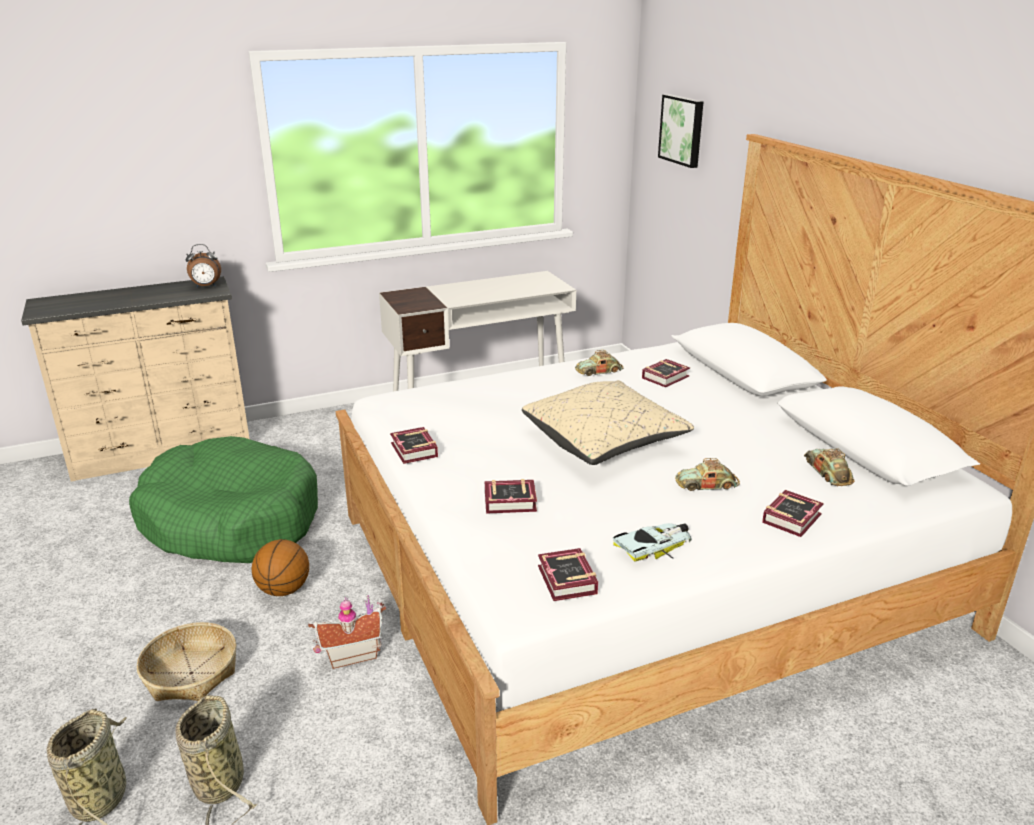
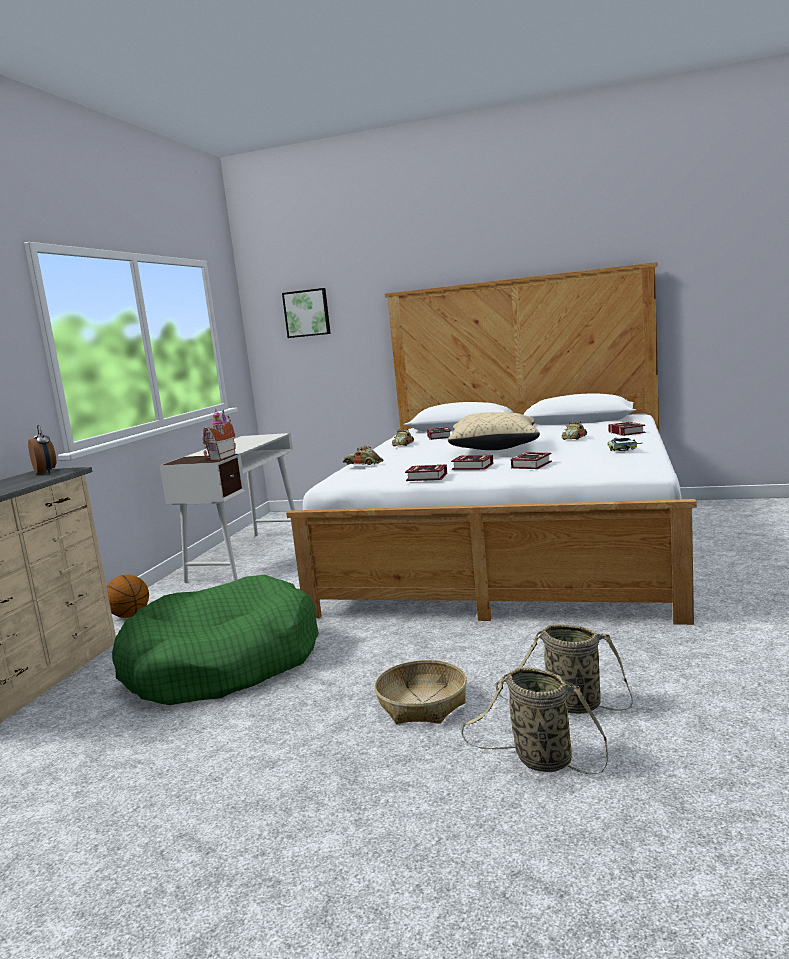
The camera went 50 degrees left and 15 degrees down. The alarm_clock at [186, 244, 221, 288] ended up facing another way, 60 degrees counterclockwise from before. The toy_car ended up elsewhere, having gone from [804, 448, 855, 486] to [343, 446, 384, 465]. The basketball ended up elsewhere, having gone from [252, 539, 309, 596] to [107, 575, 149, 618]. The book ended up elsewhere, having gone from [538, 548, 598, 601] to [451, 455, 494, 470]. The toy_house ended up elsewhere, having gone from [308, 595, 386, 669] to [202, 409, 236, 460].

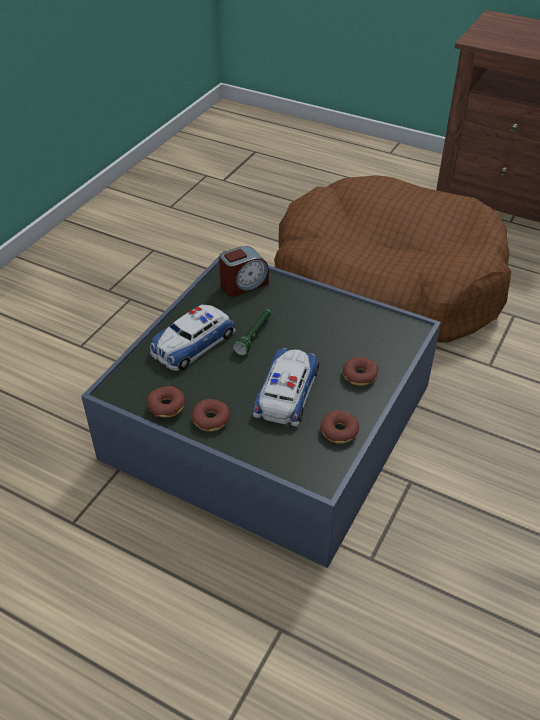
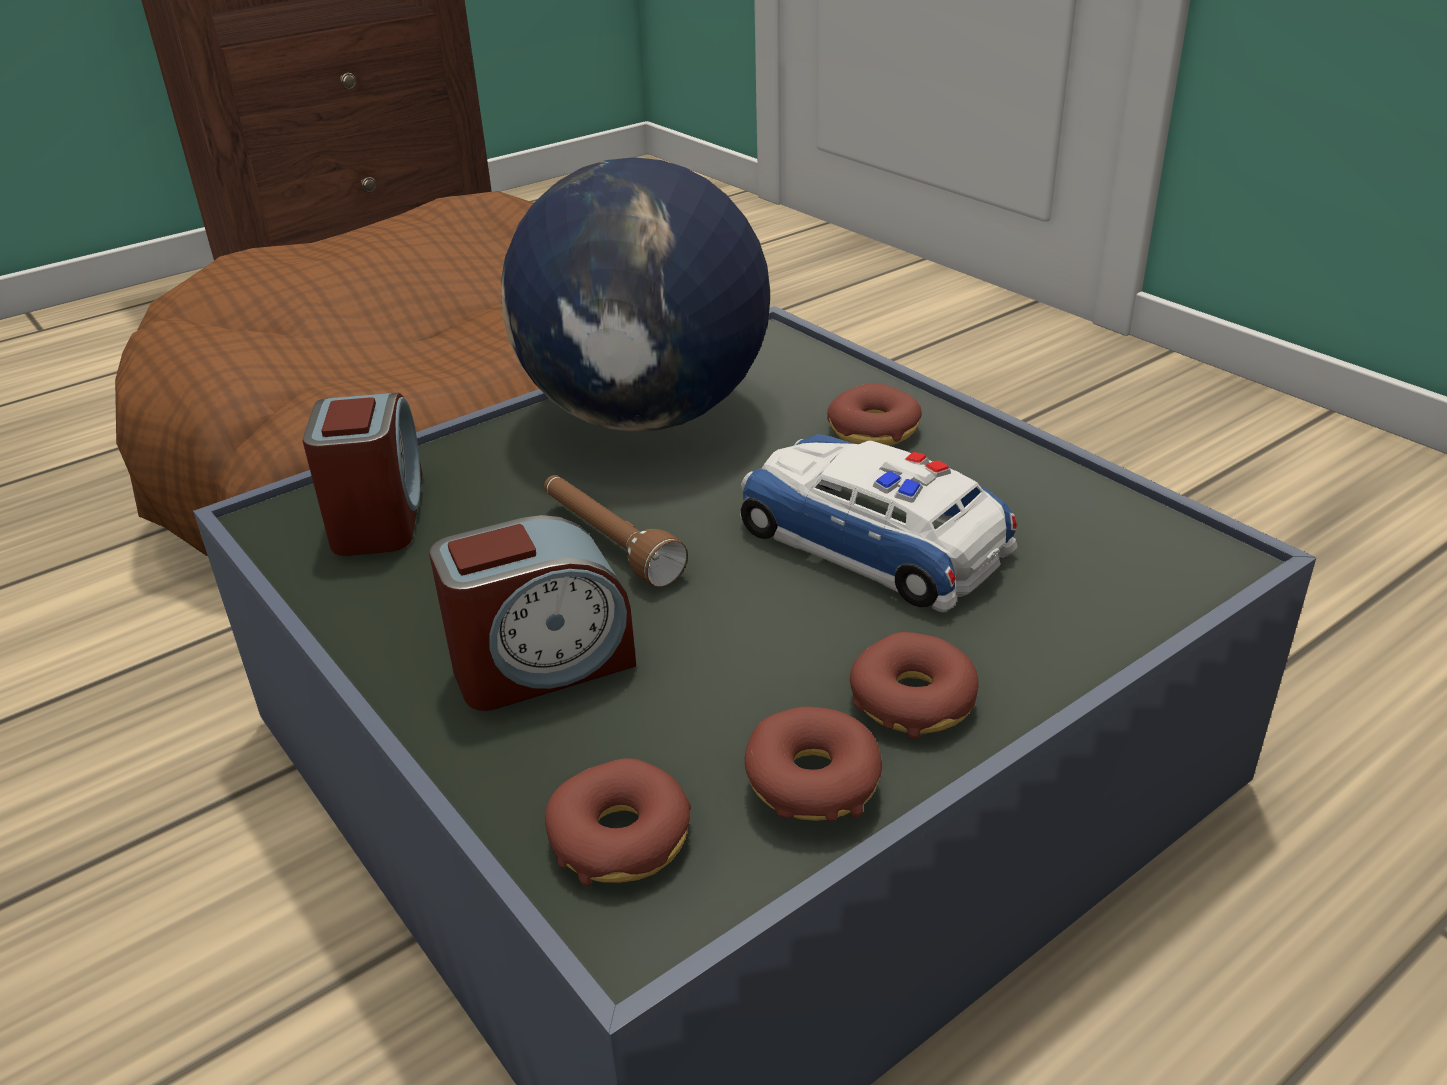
The camera went 65 degrees left and 10 degrees down. Where the toy_car stood at [150, 304, 236, 371], the alarm_clock came to stand at [429, 515, 636, 711]. What was the green_flashlight at [233, 309, 272, 356] turned into the brown_flashlight at [544, 475, 688, 587]. The donut ended up elsewhere, having gone from [320, 410, 359, 444] to [545, 758, 691, 886]. The second view gained the globe at [501, 158, 770, 432].

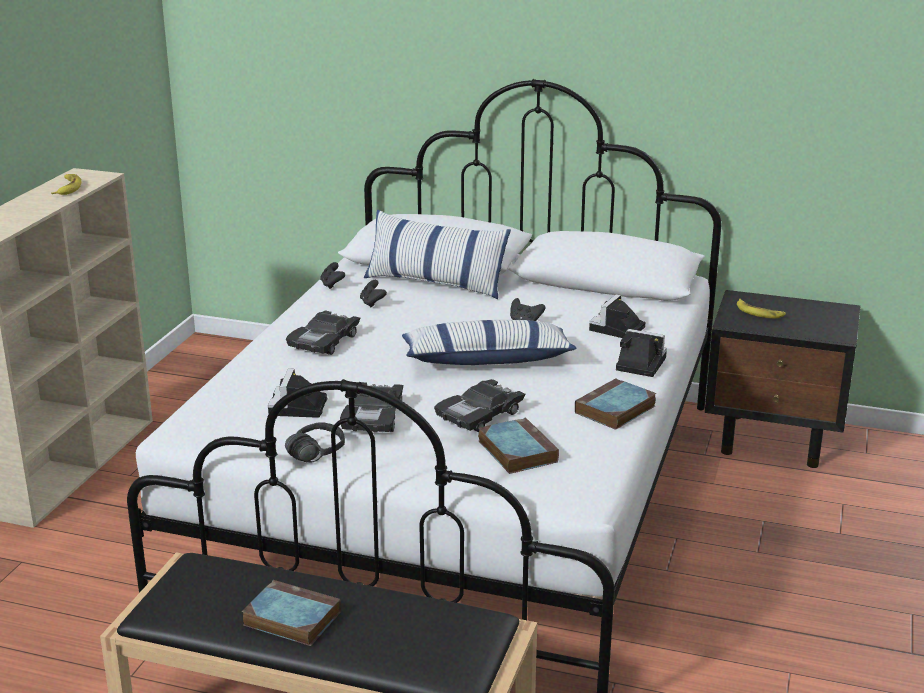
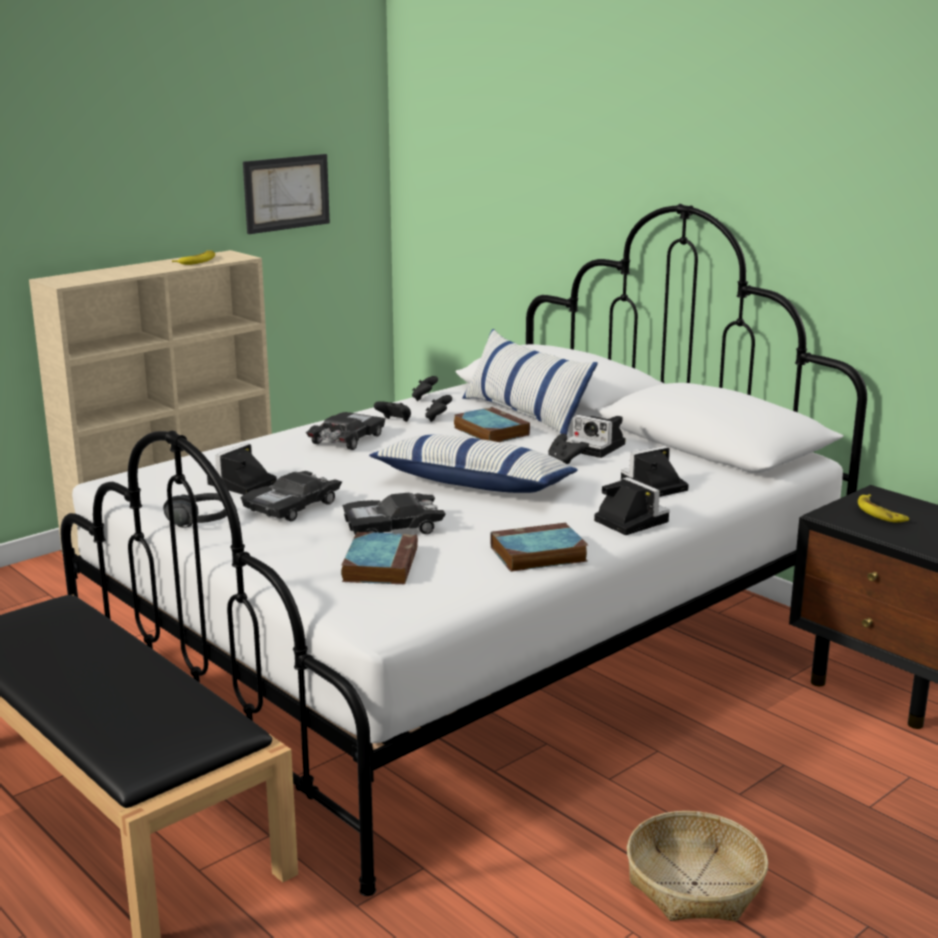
The camera went 30 degrees right and 5 degrees down. The black_toy_car at [286, 310, 360, 355] ended up facing another way, 150 degrees clockwise from before. The book ended up elsewhere, having gone from [242, 580, 341, 646] to [454, 407, 530, 442]. The second view gained the picture at [243, 154, 330, 234]. The second view gained the black_game_controller at [374, 401, 411, 422]. The second view gained the photo_camera at [566, 415, 626, 458]. The second view gained the basket at [627, 811, 768, 921].

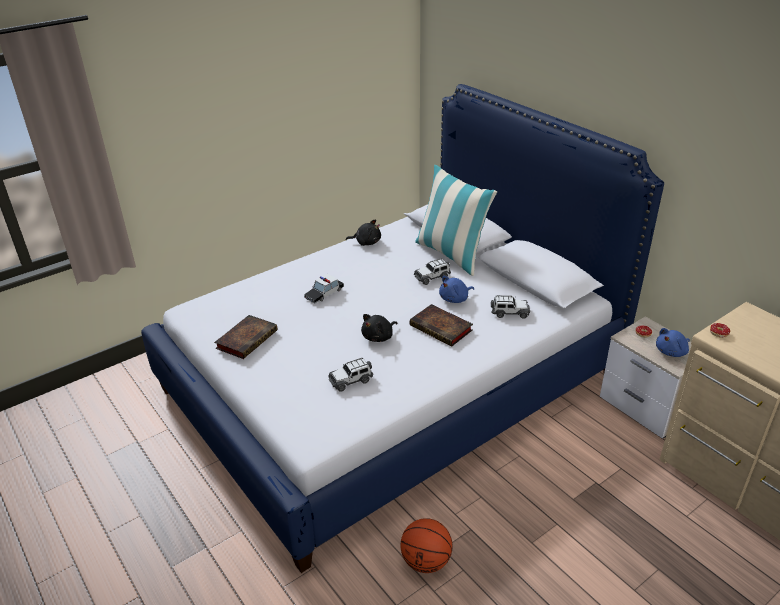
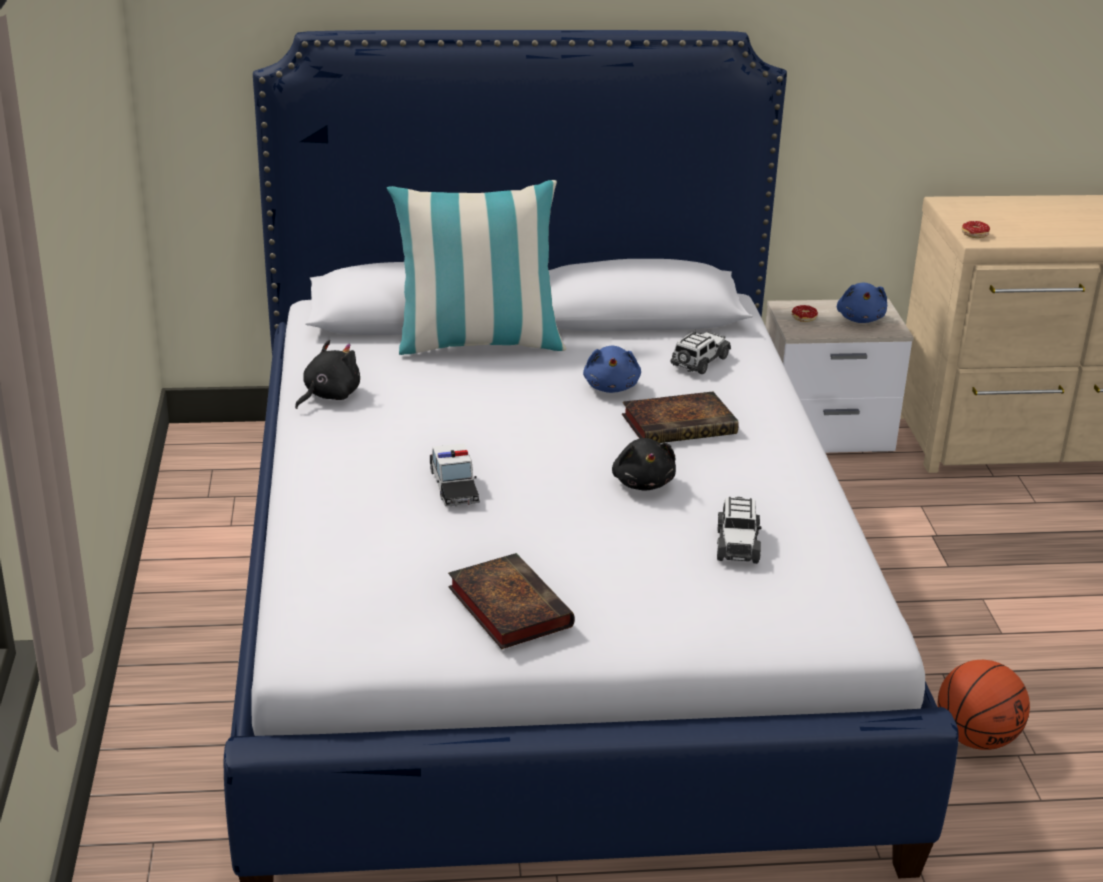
The camera went 60 degrees left and 5 degrees down. The second view lost the toy_car at [414, 258, 451, 285].

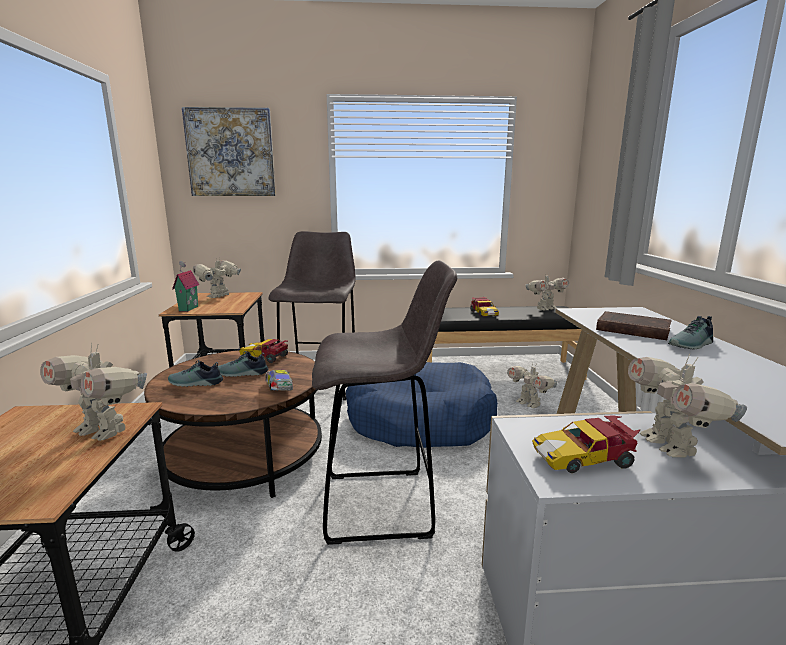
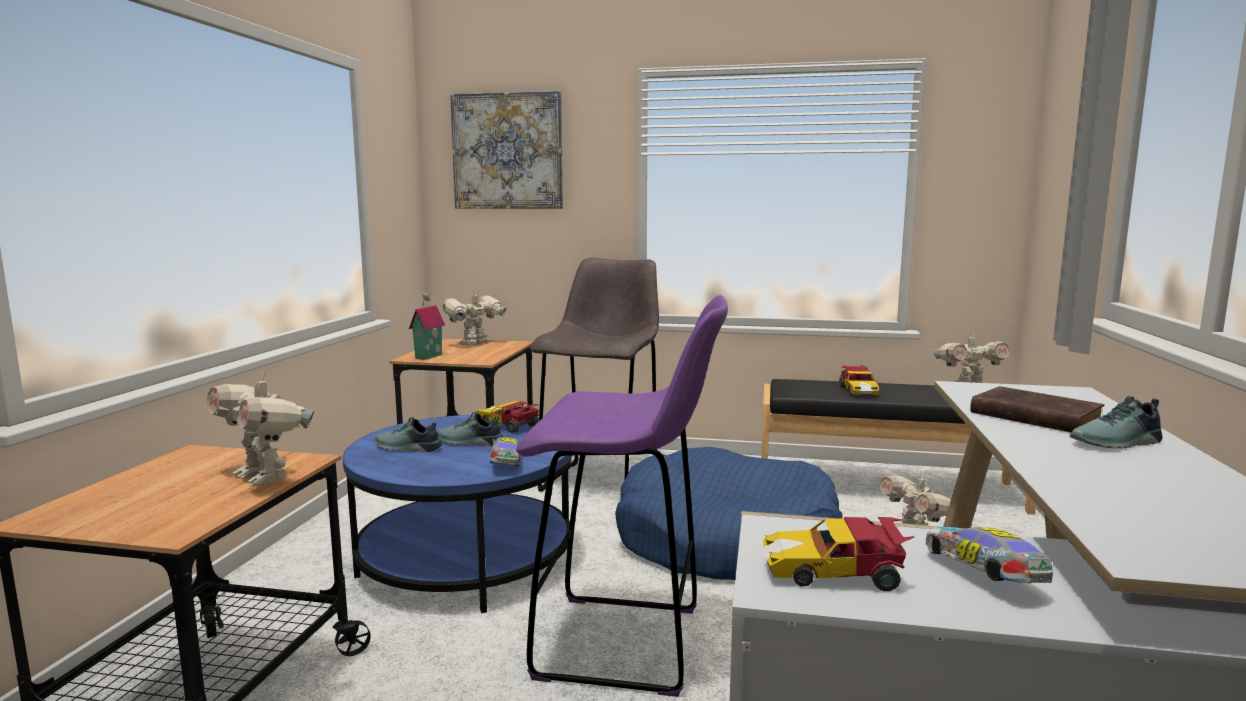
The camera went 15 degrees right and 5 degrees down. What was the grey_stool at [312, 260, 457, 545] turned into the purple_stool at [516, 295, 728, 697]. What was the brown_coffee_table at [144, 350, 322, 498] turned into the blue_coffee_table at [343, 415, 573, 613]. Where the toy_robot stood at [628, 353, 747, 458], the toy_car came to stand at [926, 527, 1053, 583].

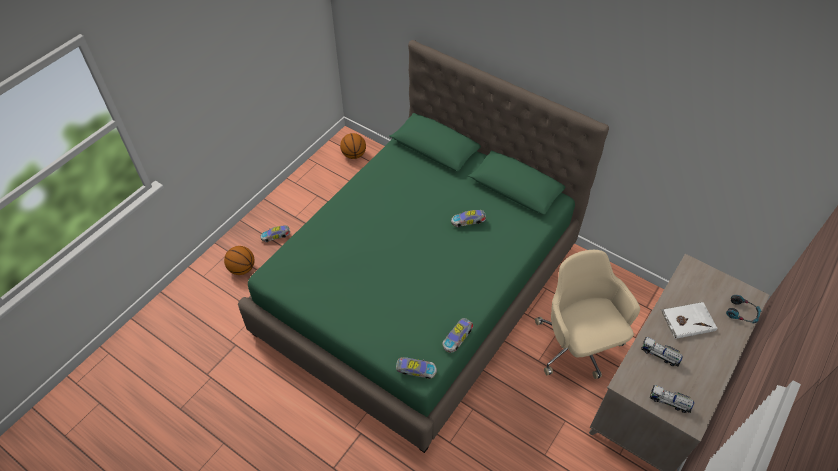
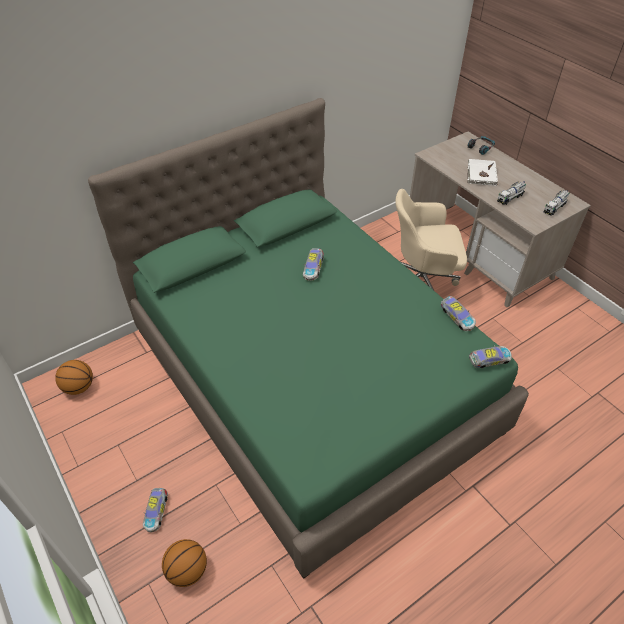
The camera went 70 degrees left and 5 degrees down. The toy_car at [396, 357, 437, 379] ended up facing another way, 45 degrees clockwise from before.

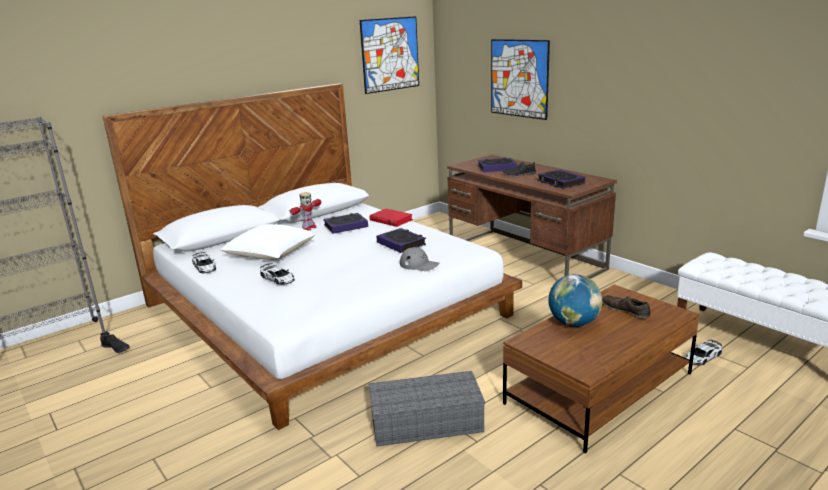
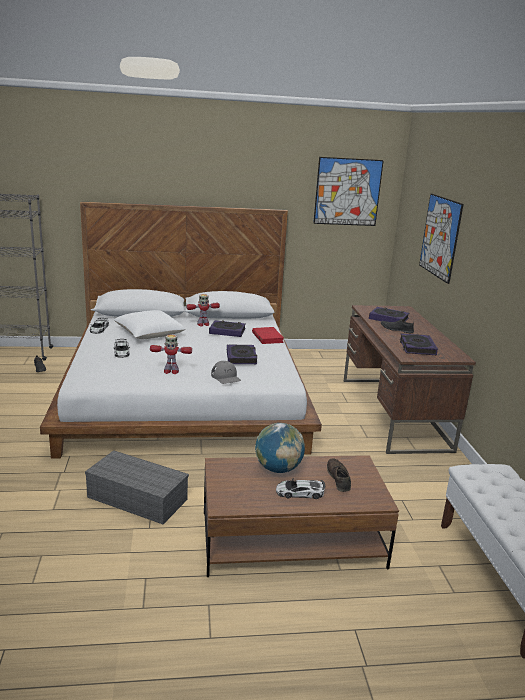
The camera went 30 degrees right and 0 degrees up. The toy_car ended up elsewhere, having gone from [685, 340, 722, 366] to [276, 478, 325, 499]. The second view gained the toy_robot at [150, 335, 192, 374].

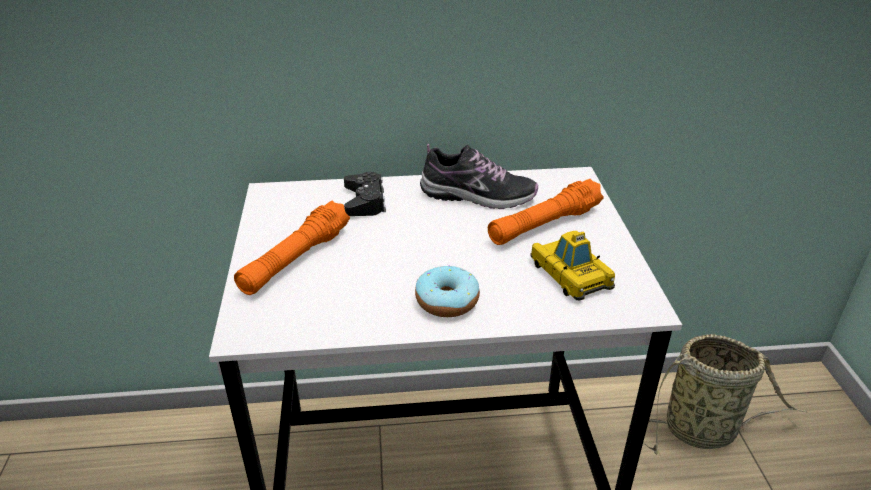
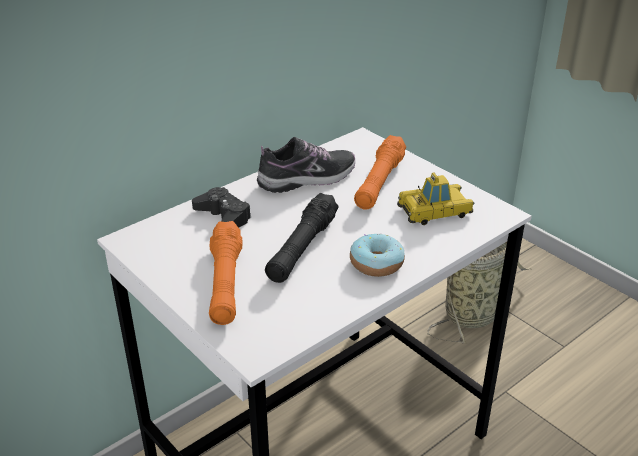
The camera went 35 degrees left and 0 degrees up. The toy_car at [530, 231, 615, 301] ended up facing another way, 135 degrees clockwise from before. The second view gained the black_flashlight at [265, 193, 339, 283].

